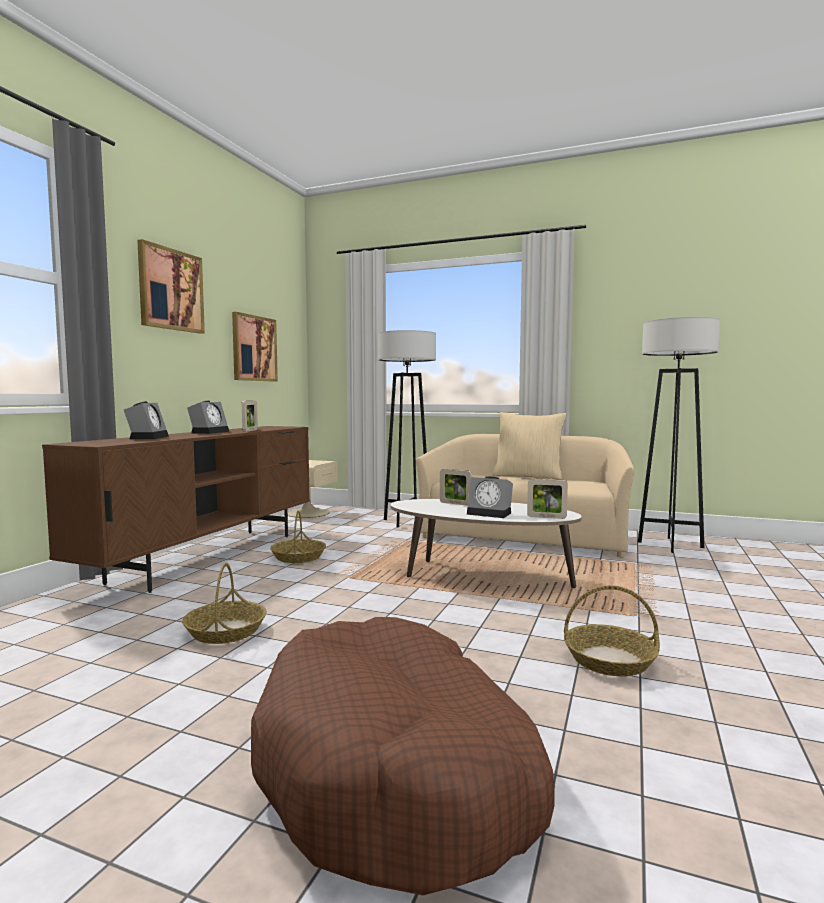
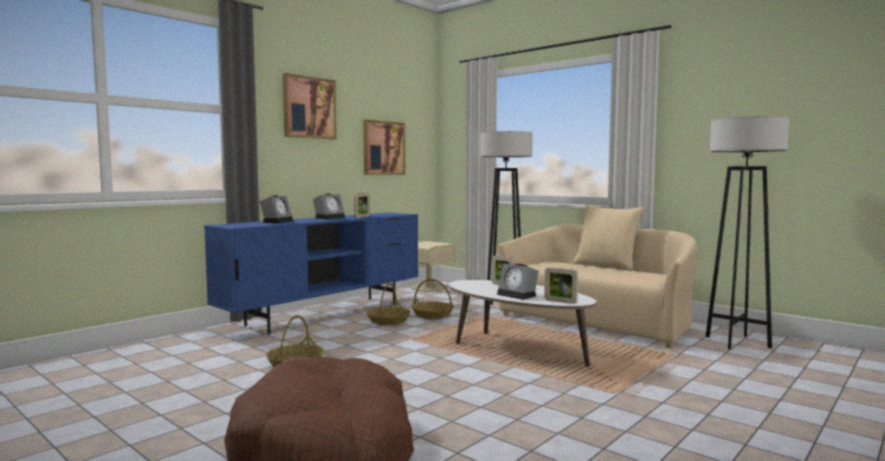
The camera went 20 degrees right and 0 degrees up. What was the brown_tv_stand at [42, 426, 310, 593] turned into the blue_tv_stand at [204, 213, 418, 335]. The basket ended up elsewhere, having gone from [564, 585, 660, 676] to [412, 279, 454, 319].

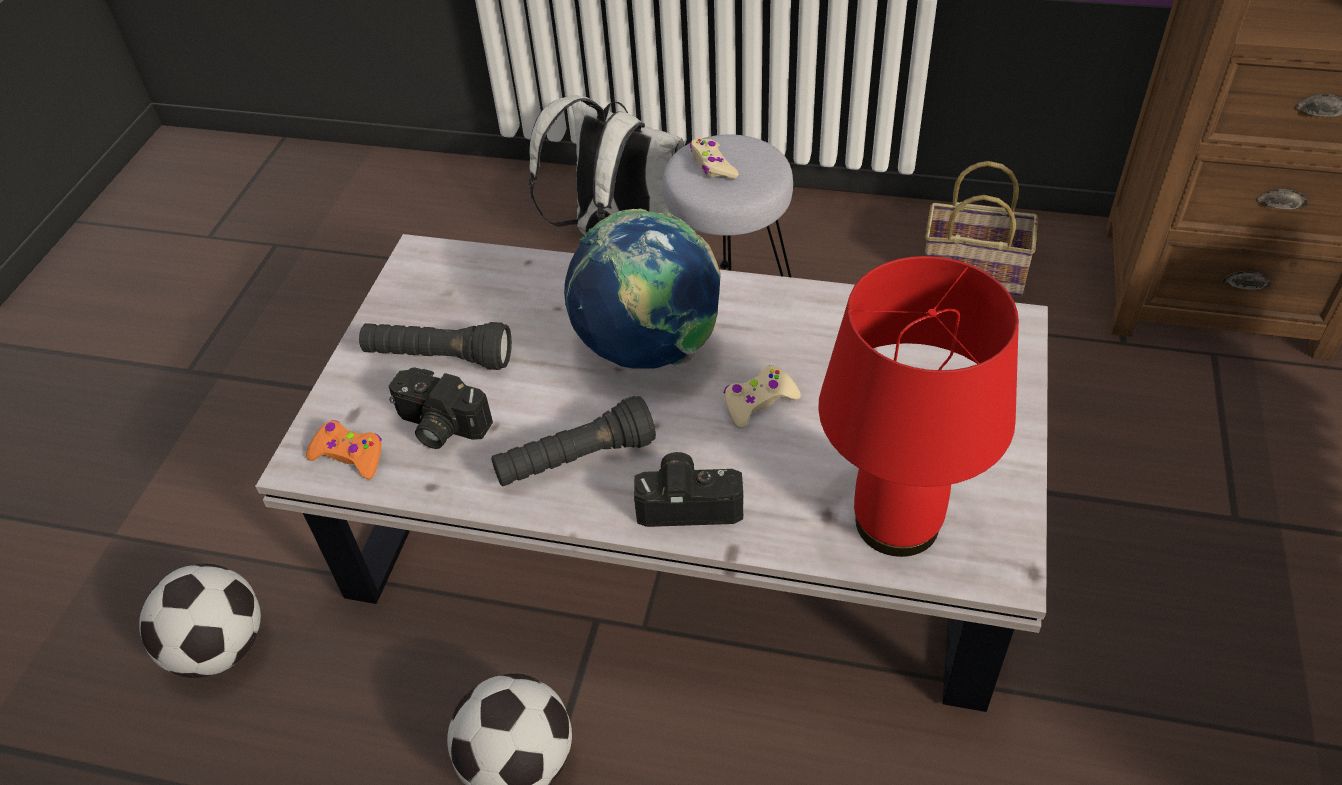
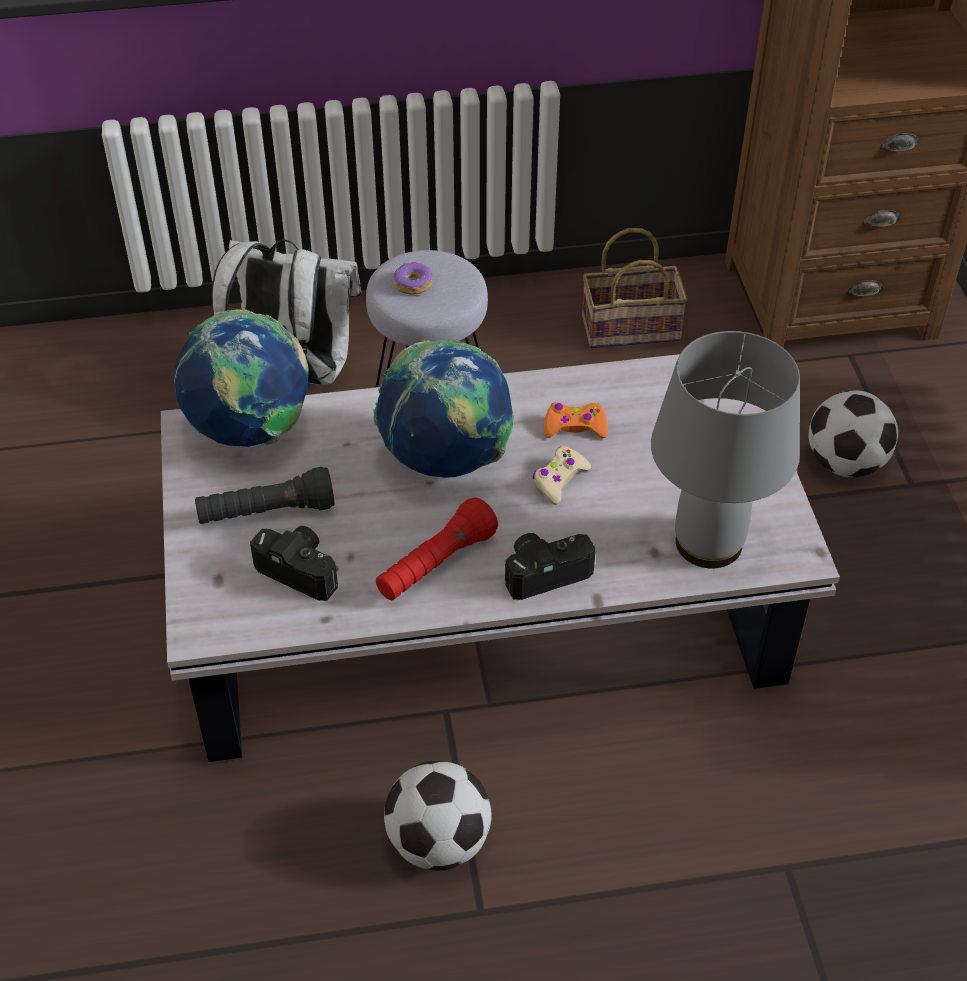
The camera went 25 degrees left and 0 degrees up. Where the beige_game_controller stood at [690, 139, 739, 179], the donut came to stand at [394, 262, 432, 295]. What was the red_table_lamp at [818, 256, 1019, 557] turned into the grey_table_lamp at [651, 331, 800, 569]. The photo_camera at [389, 368, 493, 449] ended up facing another way, 150 degrees counterclockwise from before. What was the black_flashlight at [491, 396, 656, 486] turned into the red_flashlight at [376, 497, 498, 600]. The orange_game_controller ended up elsewhere, having gone from [306, 420, 382, 479] to [543, 403, 608, 438]. The football ended up elsewhere, having gone from [139, 564, 261, 678] to [808, 390, 898, 477]. The second view gained the globe at [174, 309, 309, 447].

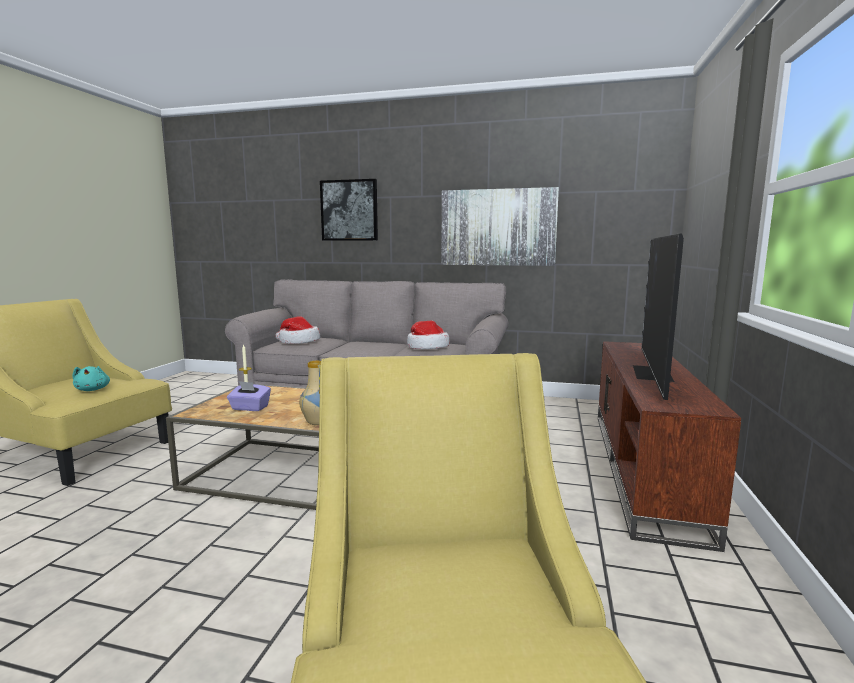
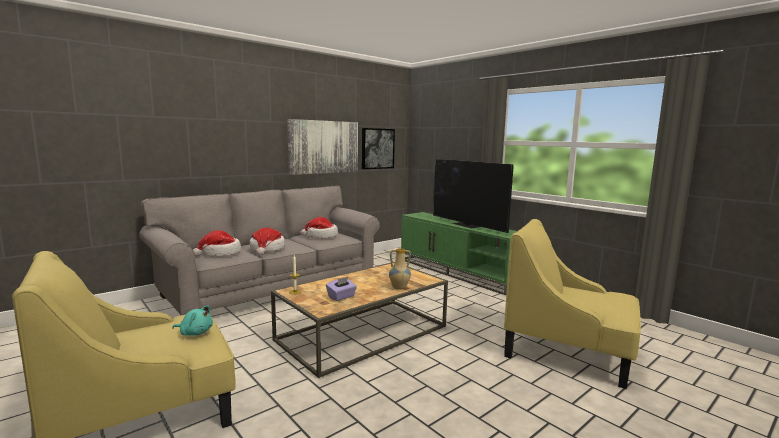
The camera went 55 degrees left and 0 degrees up. The picture ended up elsewhere, having gone from [320, 179, 378, 241] to [362, 128, 395, 169]. What was the brown_tv_stand at [598, 341, 741, 552] turned into the green_tv_stand at [401, 212, 517, 295]. The second view gained the hat at [250, 228, 285, 255].

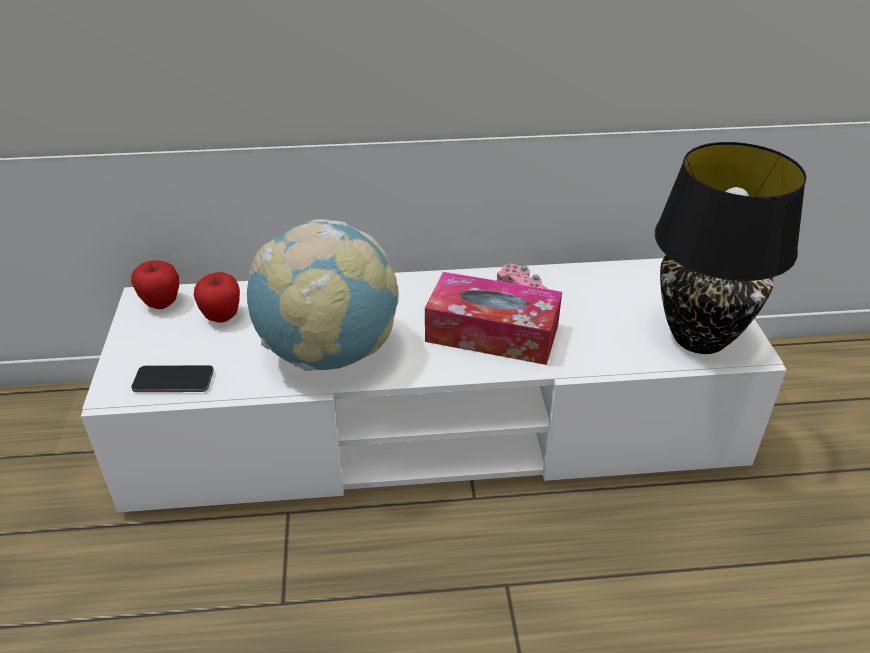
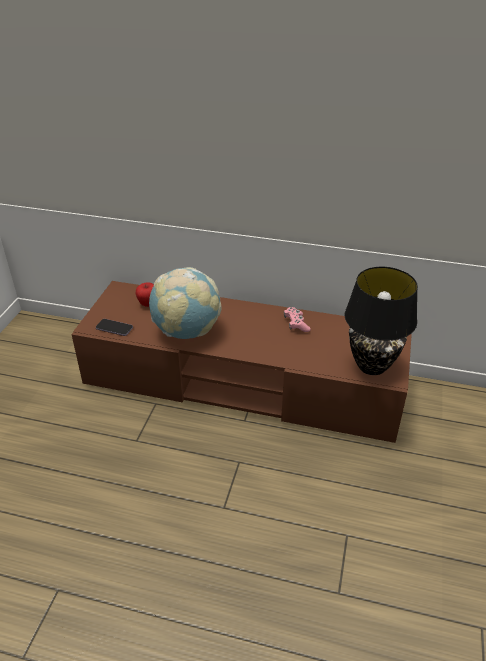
The camera went 20 degrees right and 0 degrees up. What was the white_tv_stand at [81, 258, 787, 512] turned into the brown_tv_stand at [71, 281, 412, 443]. The second view lost the apple at [131, 260, 179, 309]. The second view lost the tissue_box at [425, 272, 562, 365].

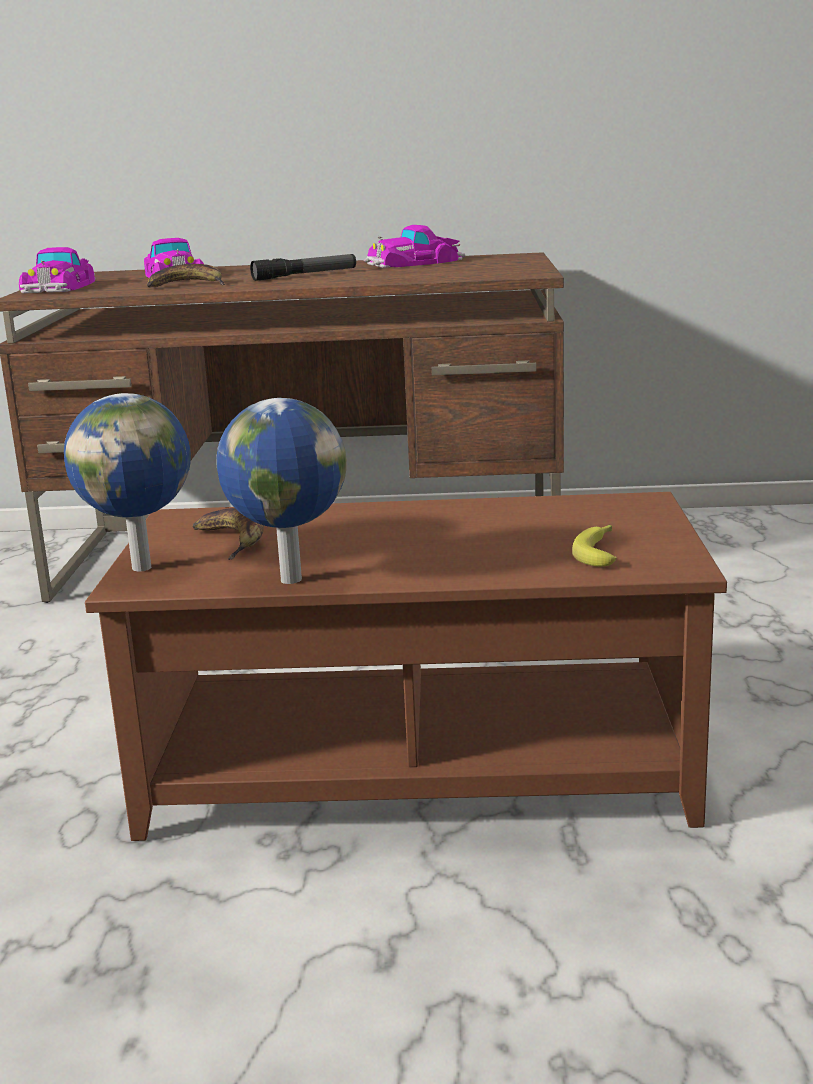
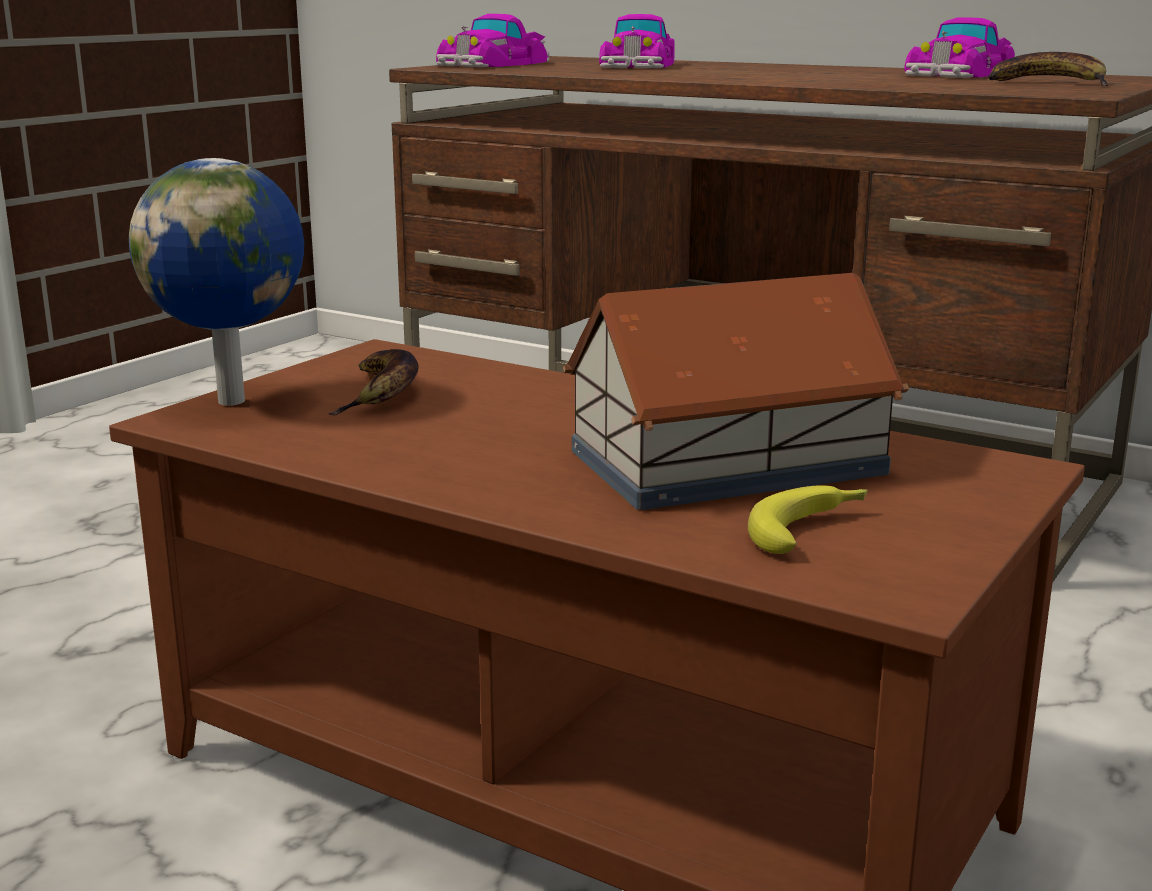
The camera went 30 degrees right and 0 degrees up. The toy_car at [364, 225, 465, 268] ended up facing another way, 60 degrees counterclockwise from before. The second view lost the flashlight at [250, 254, 356, 281]. The banana ended up elsewhere, having gone from [147, 264, 225, 287] to [988, 52, 1109, 87]. The second view lost the globe at [216, 398, 347, 584]. The second view gained the toy_house at [563, 273, 909, 510].

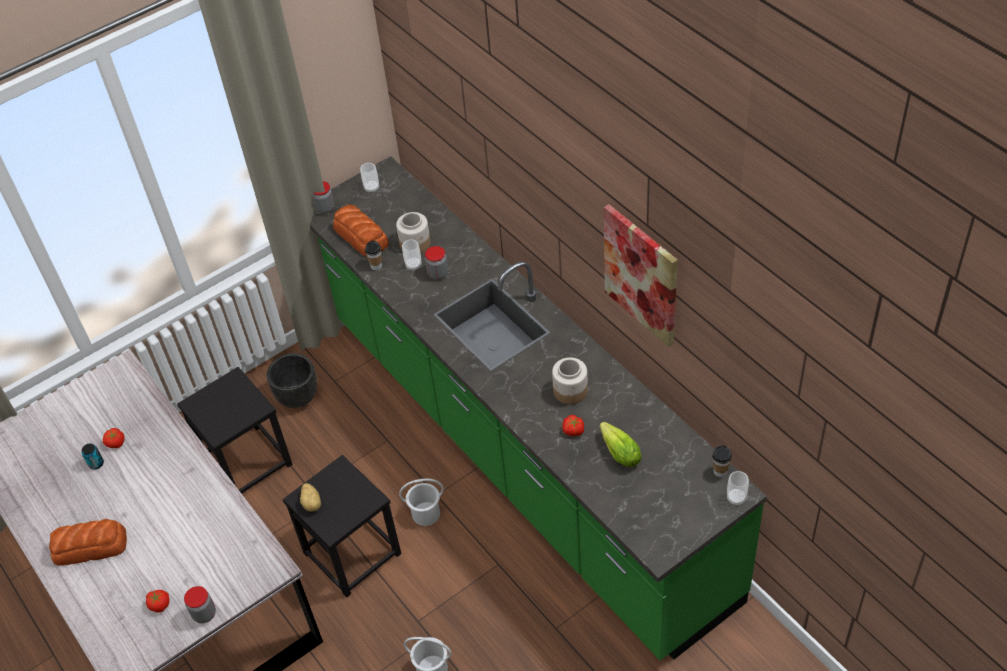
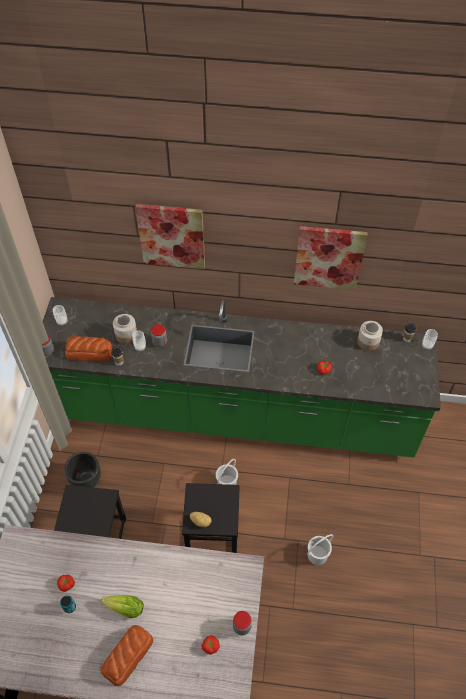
The camera went 50 degrees left and 5 degrees up. The jar ended up elsewhere, having gone from [552, 357, 588, 404] to [357, 321, 383, 351]. The lettuce ended up elsewhere, having gone from [600, 422, 642, 467] to [101, 595, 144, 618]. The second view gained the picture at [135, 204, 205, 269].

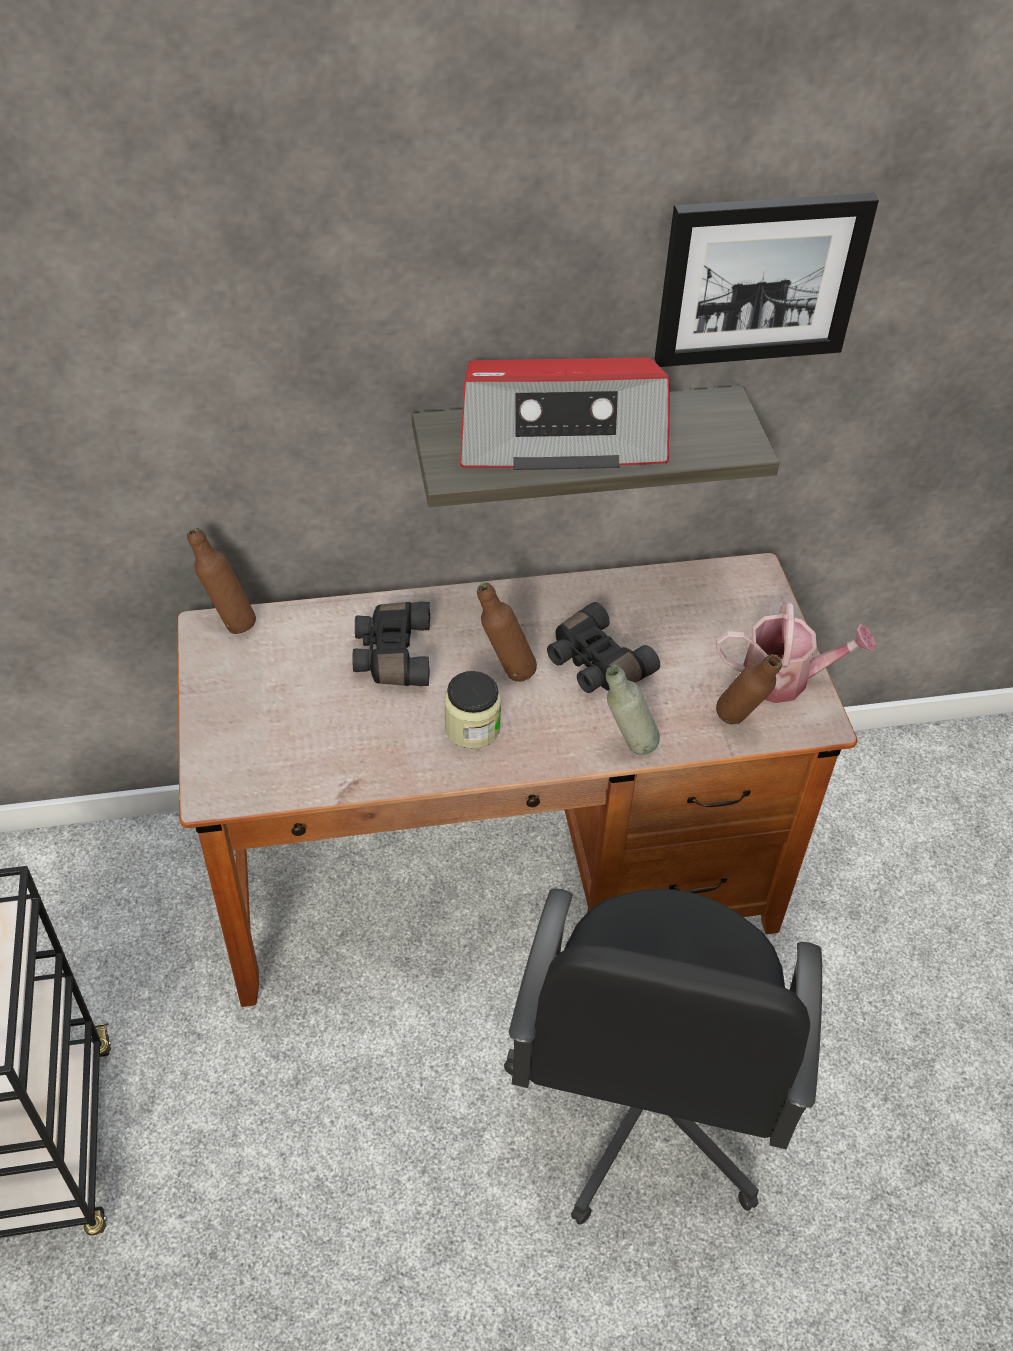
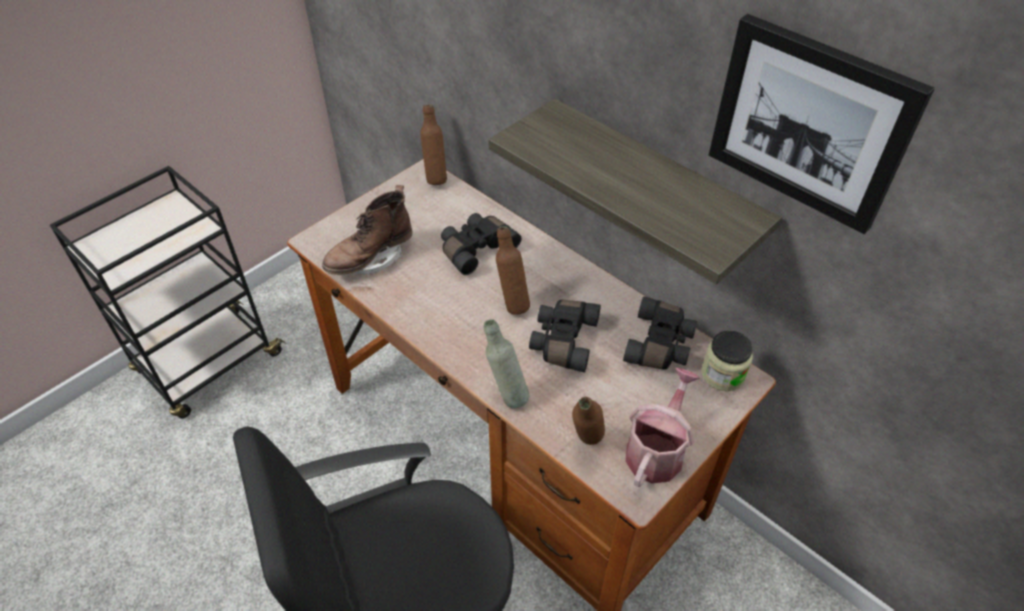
The camera went 55 degrees right and 0 degrees up. The second view lost the radio at [460, 358, 670, 470]. The watering_can at [716, 601, 876, 703] ended up facing another way, 120 degrees counterclockwise from before. The jar ended up elsewhere, having gone from [444, 671, 501, 749] to [701, 330, 753, 391]. The second view gained the brown_boot at [322, 185, 413, 275]. The second view gained the black_binoculars at [623, 296, 697, 370].

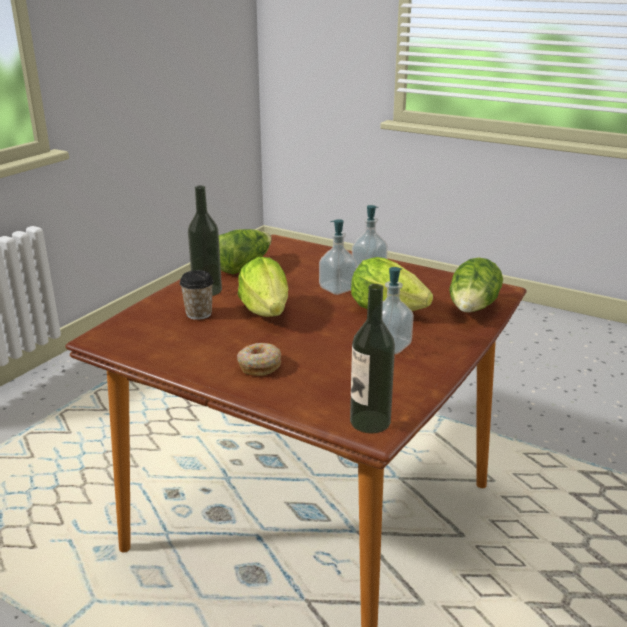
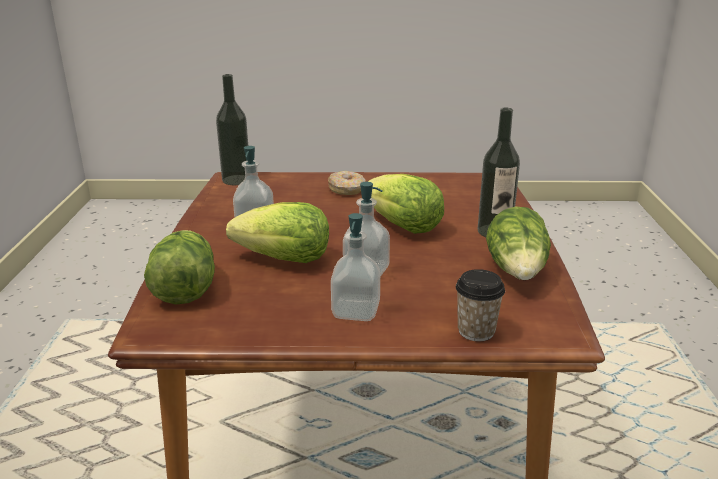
The camera went 150 degrees right and 0 degrees up. The cup ended up elsewhere, having gone from [180, 270, 214, 320] to [456, 269, 505, 342].

